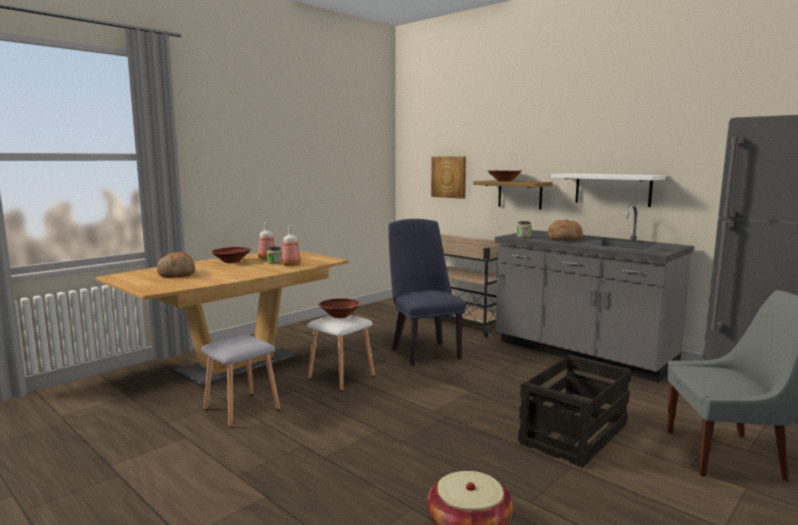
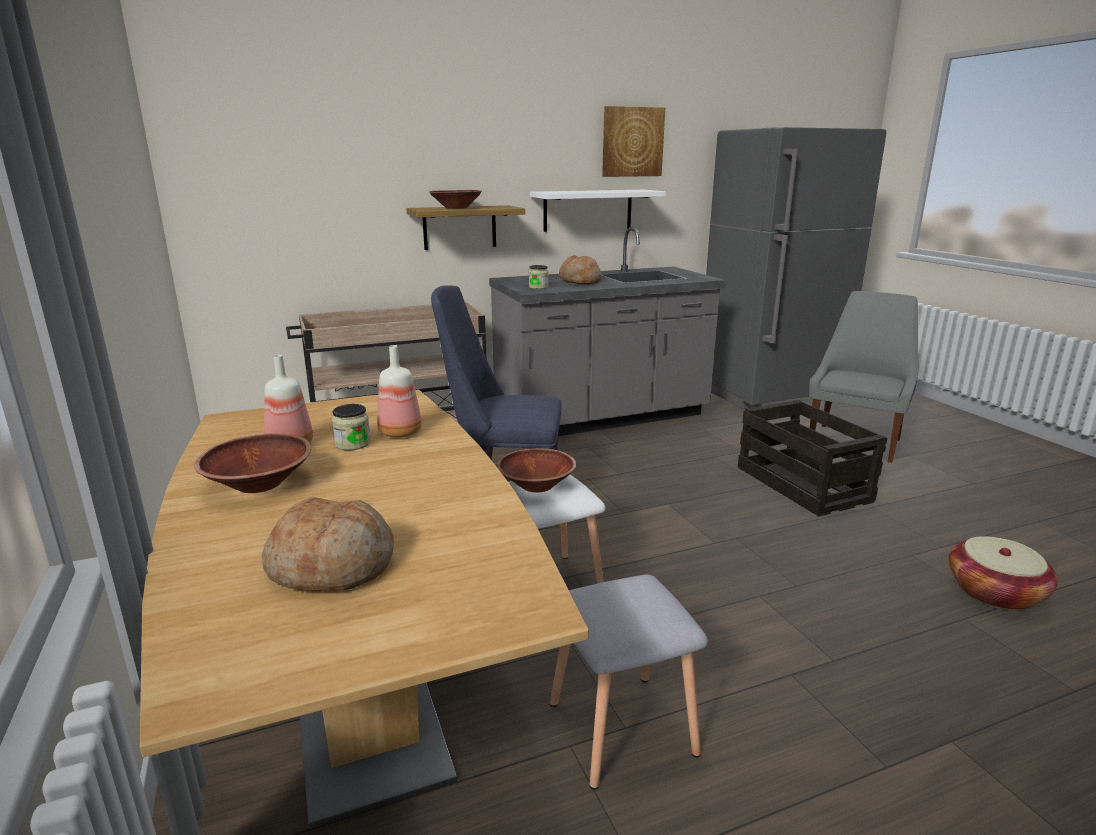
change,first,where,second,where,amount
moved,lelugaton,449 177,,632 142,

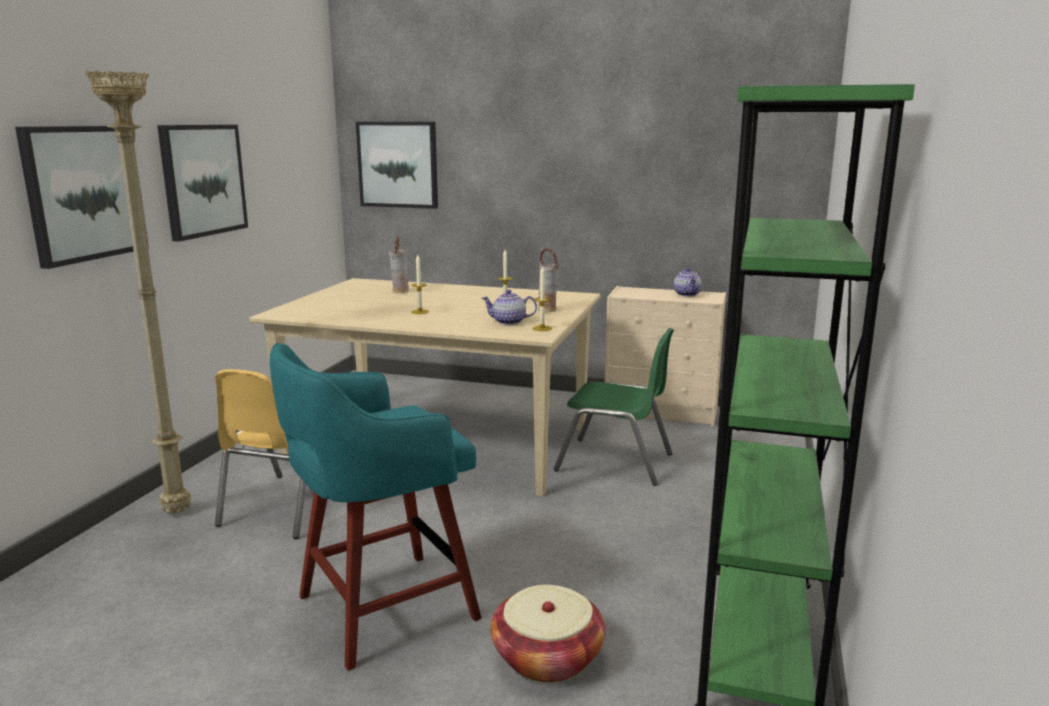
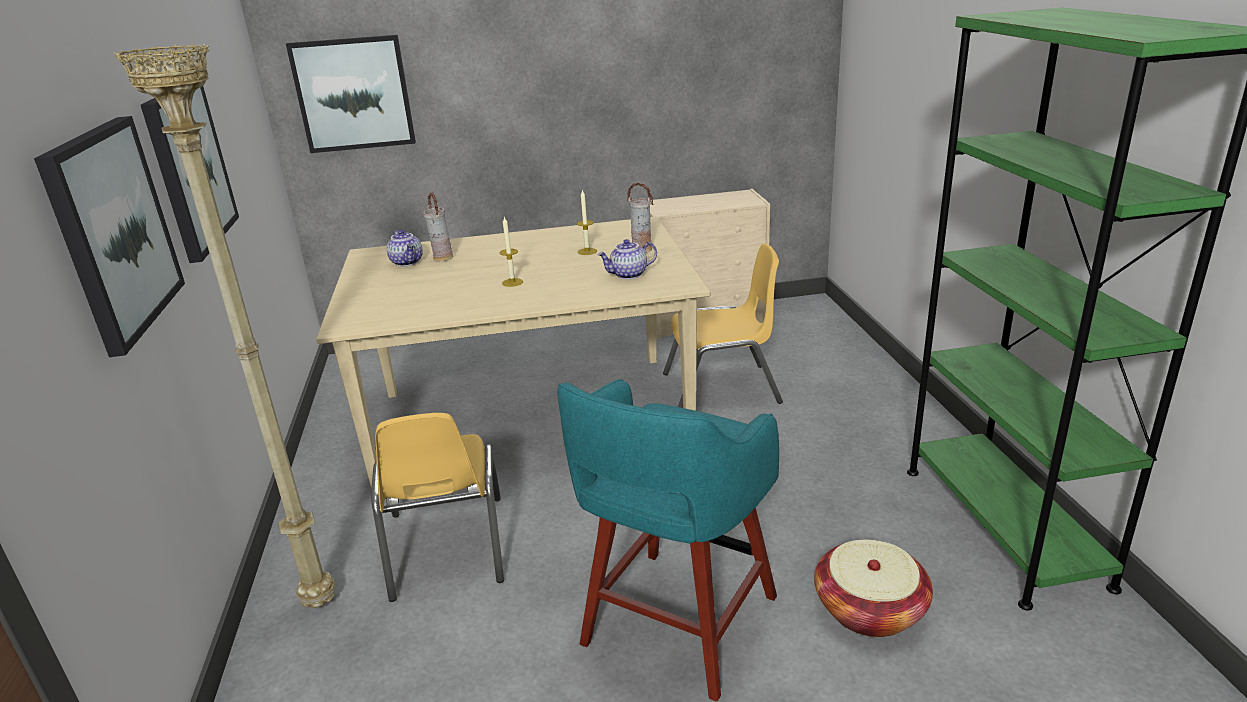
change,first,where,second,where,amount
removed,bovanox,542 328,,,
recoloured,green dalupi,615 462,yellow dalupi,721 389,
moved,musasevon,687 294,,408 262,

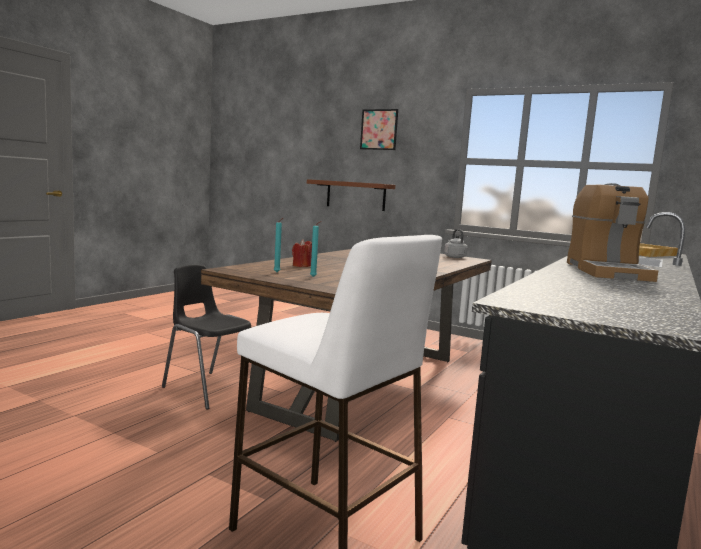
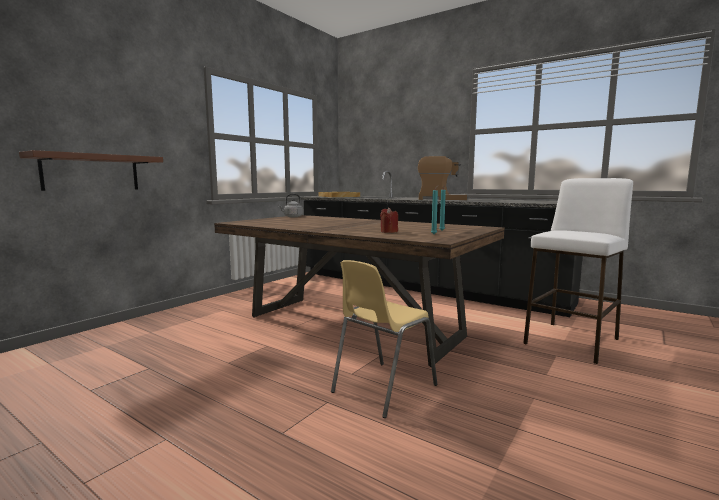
change,first,where,second,where,amount
recoloured,black dalupi,209 389,yellow dalupi,382 388,
removed,lelugaton,379 129,,,

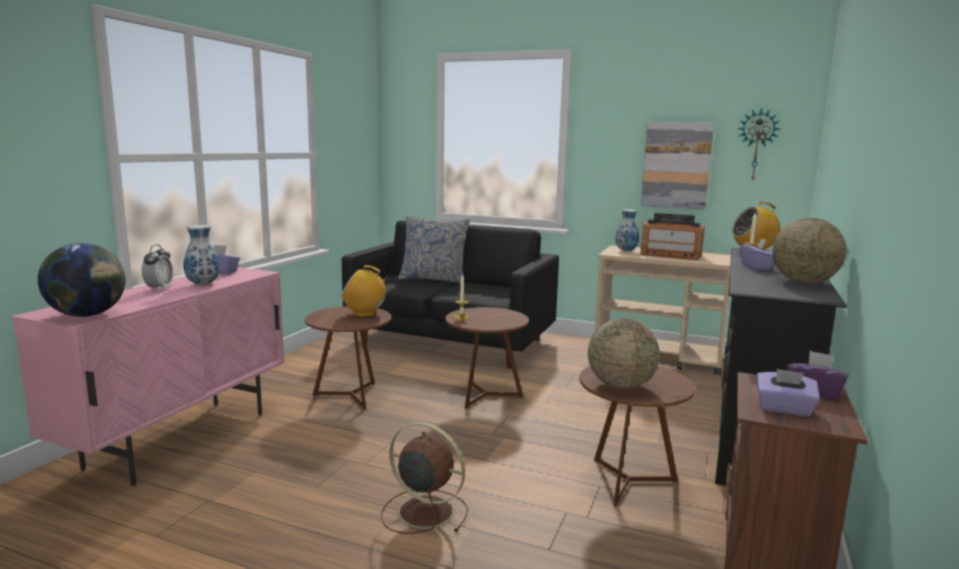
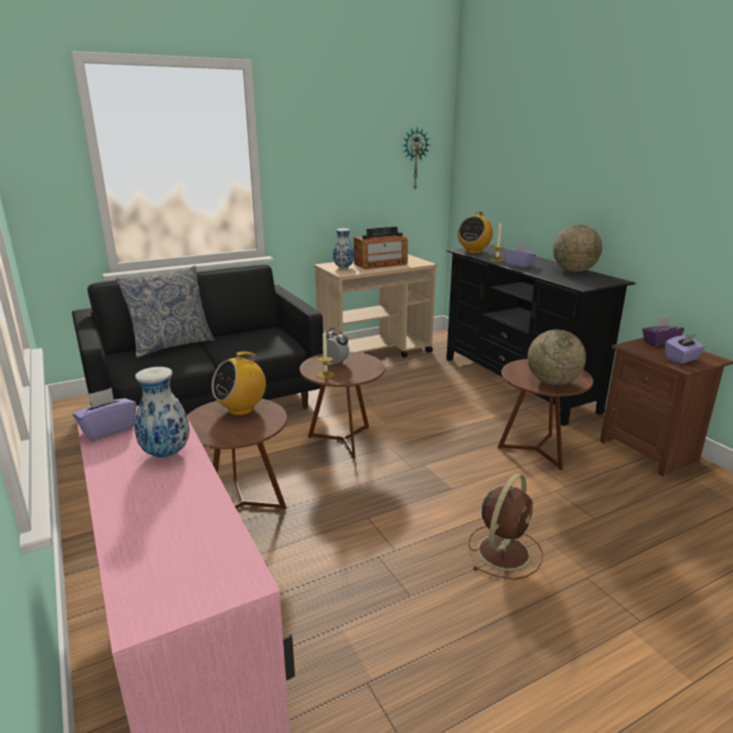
change,first,where,second,where,amount
removed,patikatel,88 315,,,
moved,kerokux,159 288,,336 363,
turned,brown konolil,423 511,,504 551,150 degrees clockwise
removed,lelugaton,676 165,,,

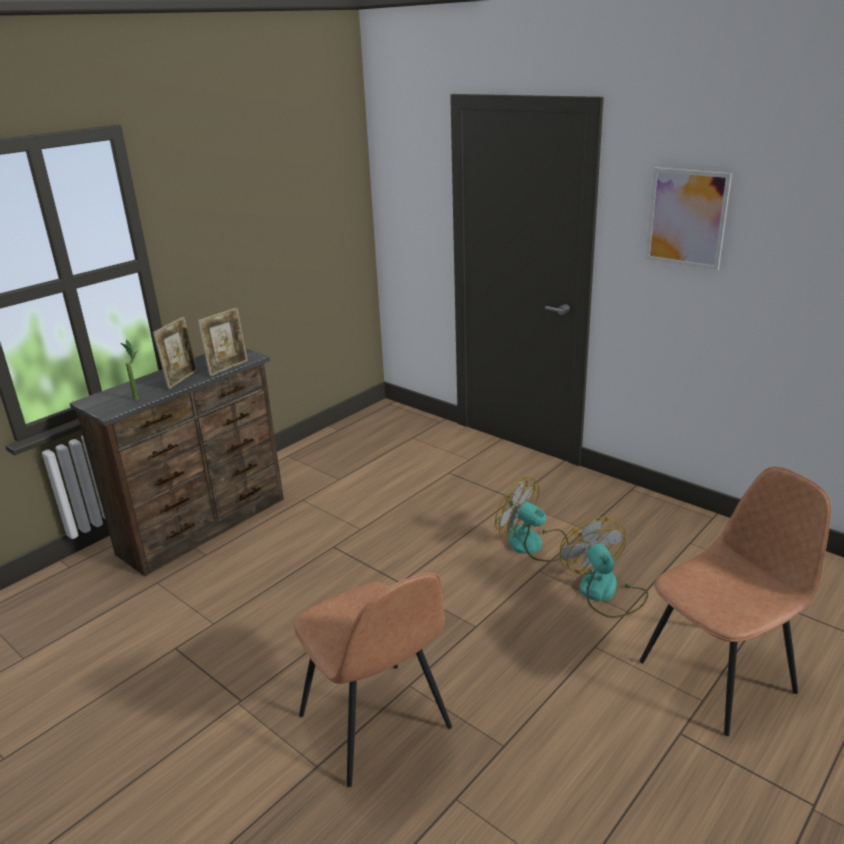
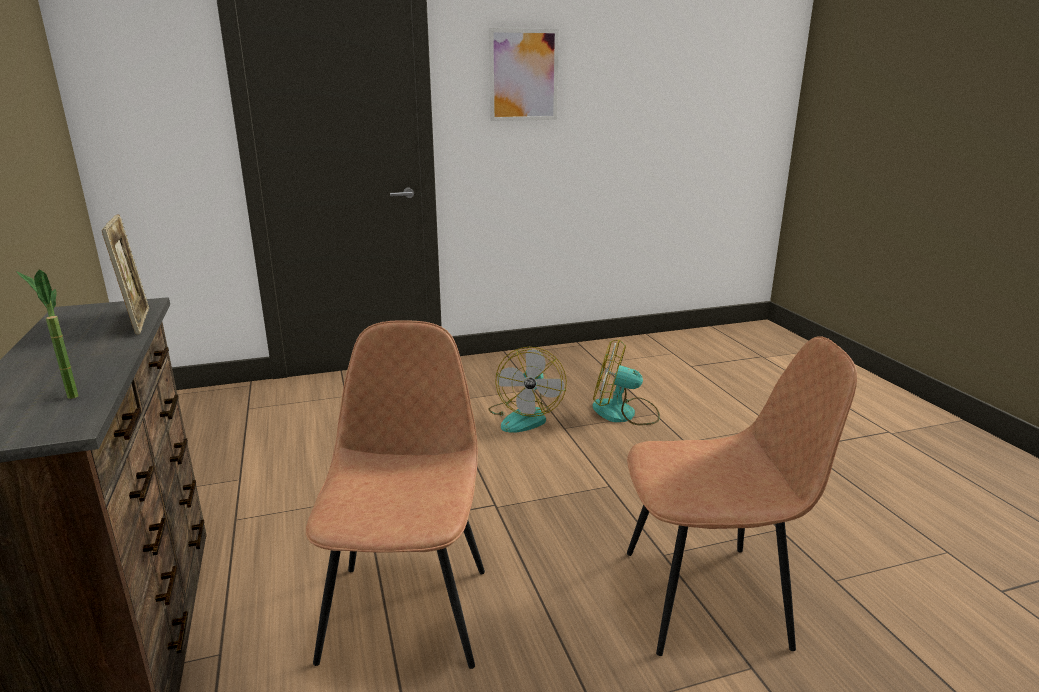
change,first,where,second,where,amount
removed,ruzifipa,181 379,,,
turned,konolil,533 545,,525 417,60 degrees counterclockwise
moved,brown dalupi,719 675,,407 610,

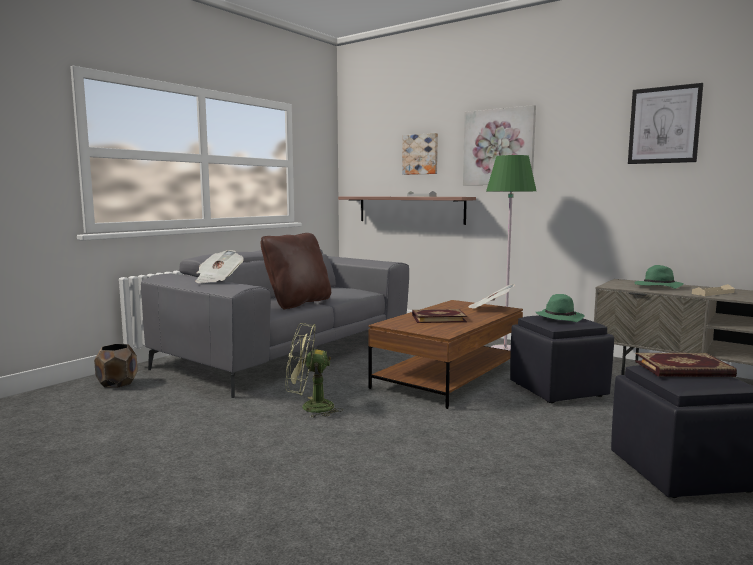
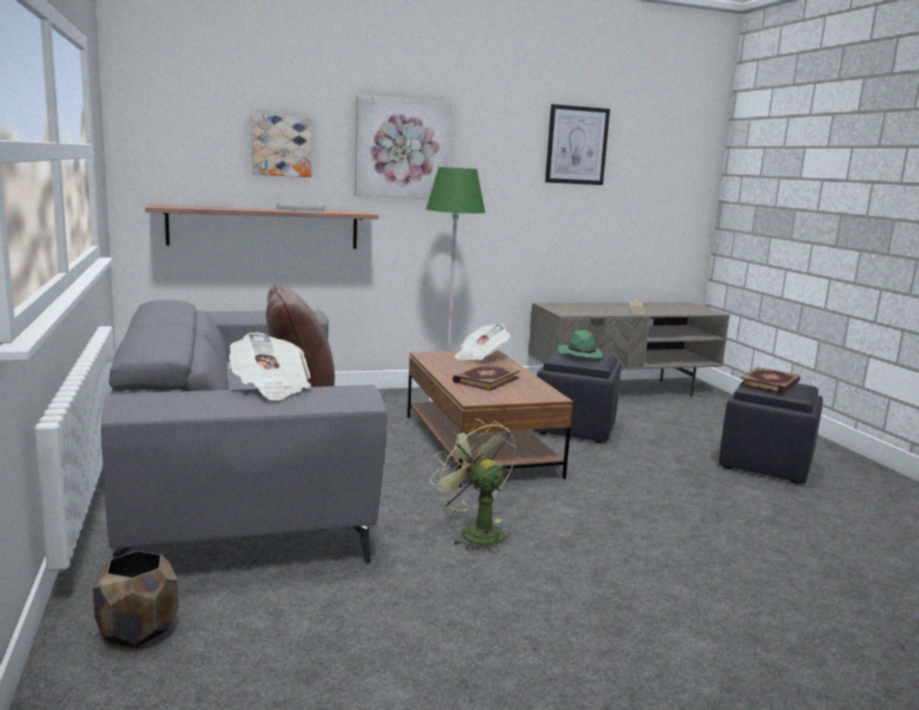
change,first,where,second,where,amount
turned,green konolil,310 408,,474 532,105 degrees clockwise
removed,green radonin,657 287,,,

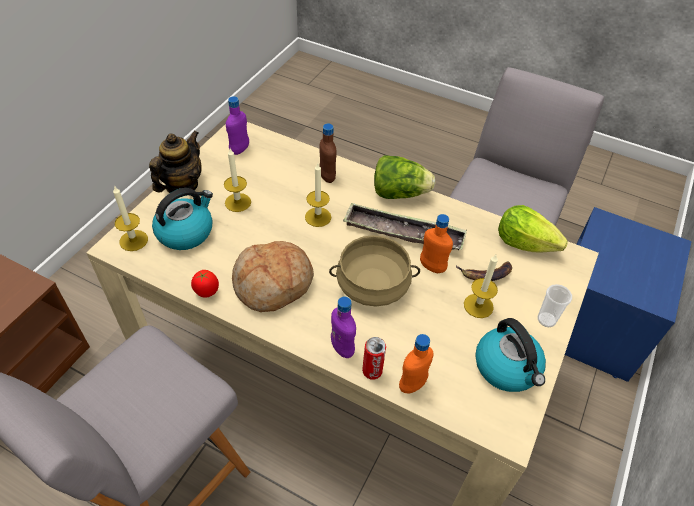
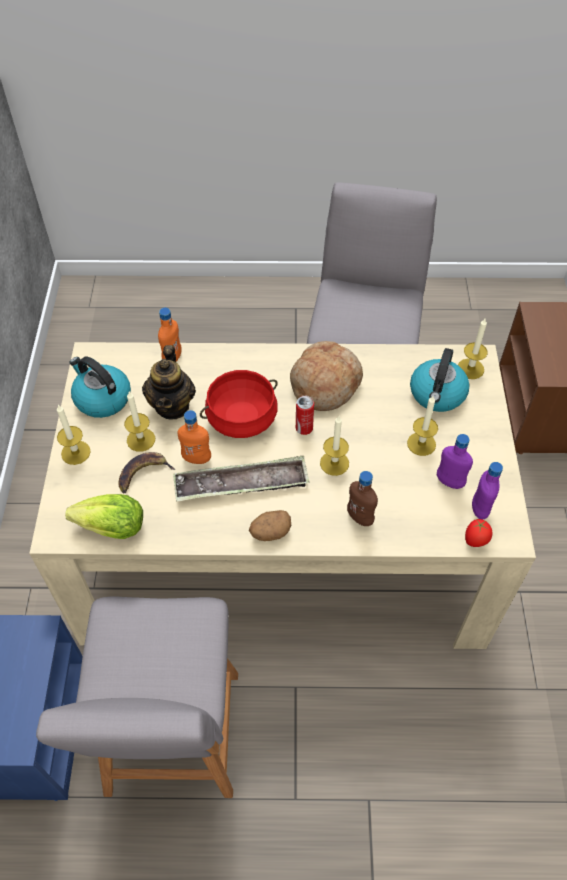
change,first,where,second,where,amount
moved,musasevon,181 185,,172 405,
moved,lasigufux,206 292,,475 541,
recoloured,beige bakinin,372 286,red bakinin,242 417,
moved,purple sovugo,342 348,,449 482,
moved,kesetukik,372 371,,304 428,
replaced,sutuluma,399 193,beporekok,270 532,
replaced,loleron,546 320,bovanox,75 452,

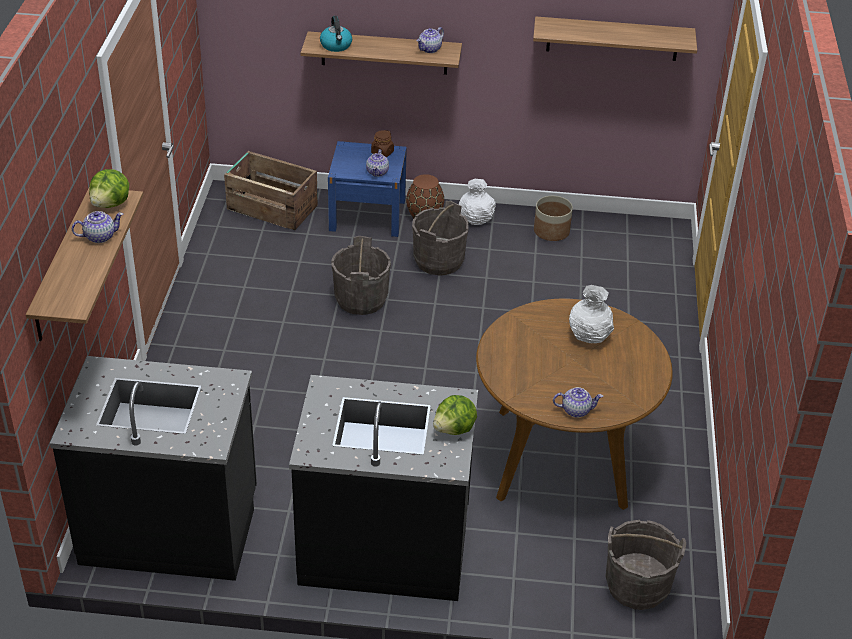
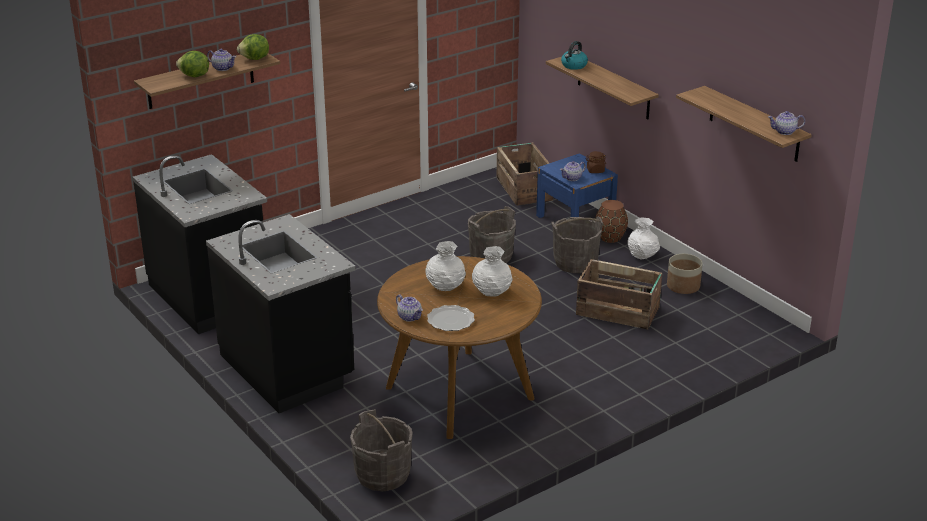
change,first,where,second,where,amount
moved,musasevon,430 49,,784 132,
moved,sutuluma,455 429,,194 76,
added,,,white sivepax,445 287,
added,,,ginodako,450 320,
added,,,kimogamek,618 312,

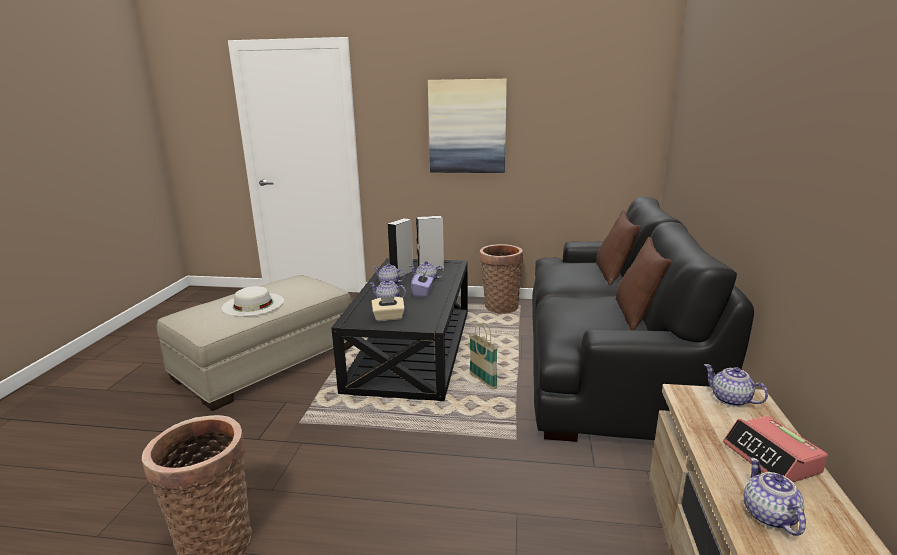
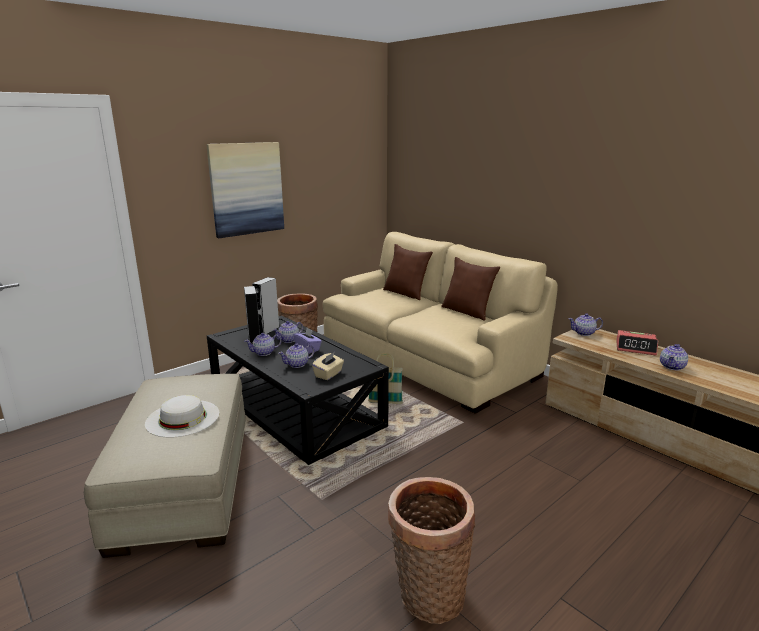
change,first,where,second,where,amount
recoloured,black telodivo,605 362,beige telodivo,426 358,
turned,musasevon,769 516,,672 366,90 degrees counterclockwise

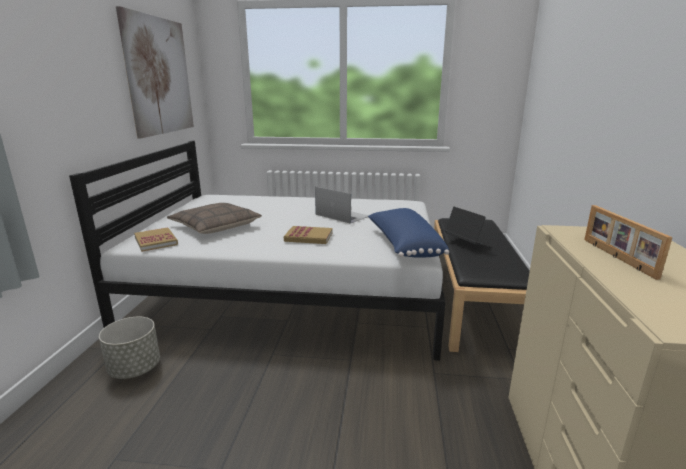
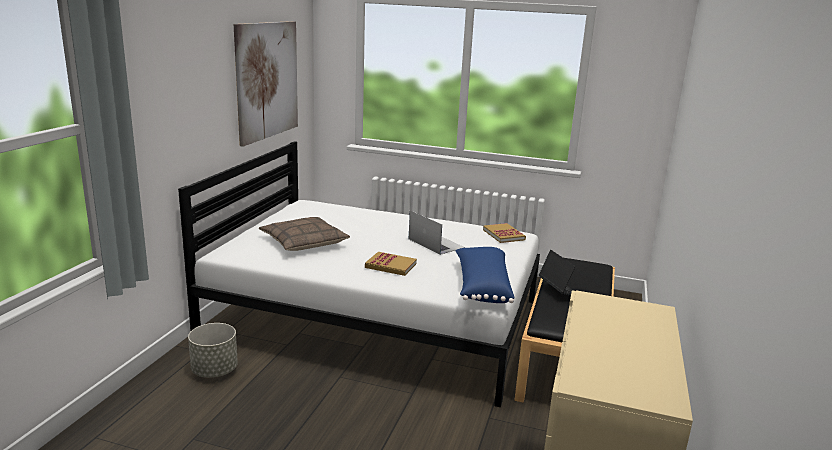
change,first,where,second,where,amount
moved,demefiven,156 241,,503 235,
removed,ruzifipa,616 257,,,

